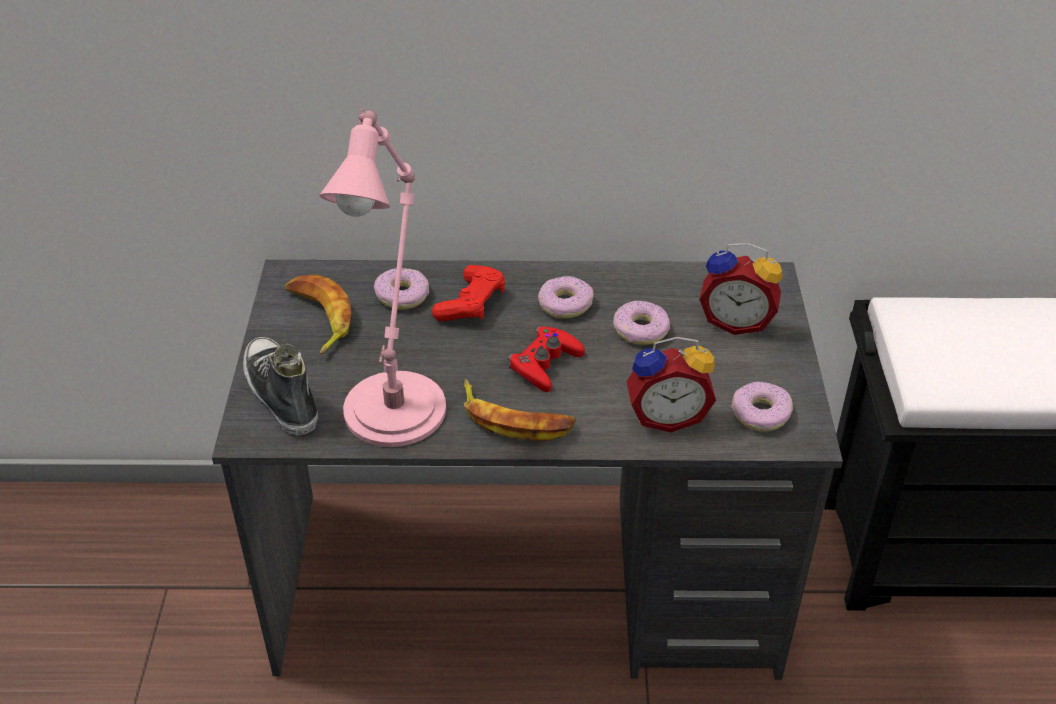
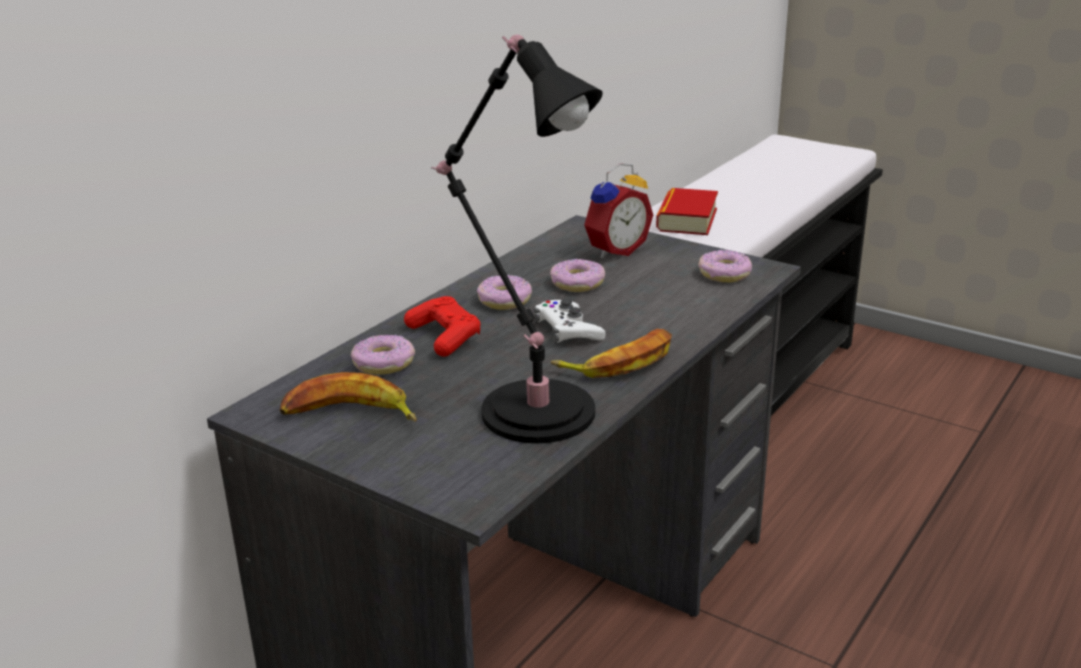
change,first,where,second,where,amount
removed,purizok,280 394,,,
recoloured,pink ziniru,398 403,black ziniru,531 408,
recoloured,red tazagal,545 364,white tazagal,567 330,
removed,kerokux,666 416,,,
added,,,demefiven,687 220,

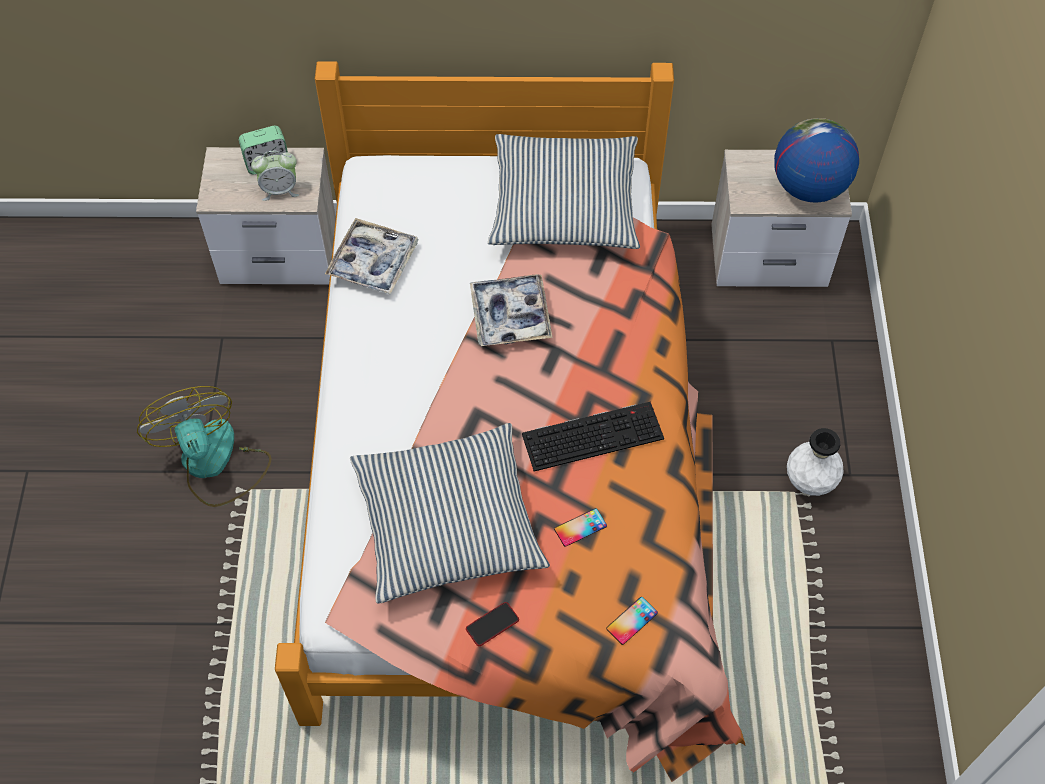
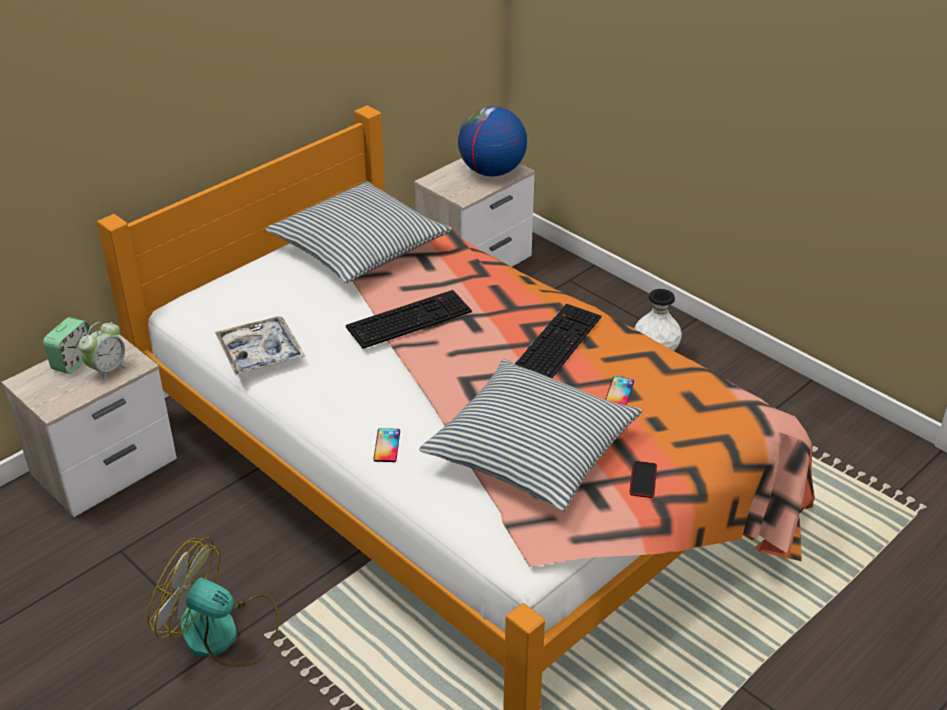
change,first,where,second,where,amount
replaced,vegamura,510 316,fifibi,409 318,
moved,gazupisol,632 620,,387 445,

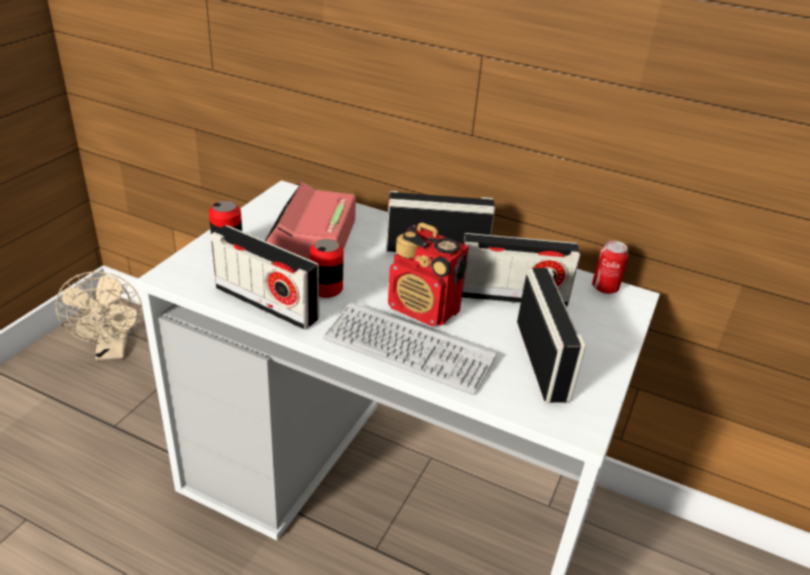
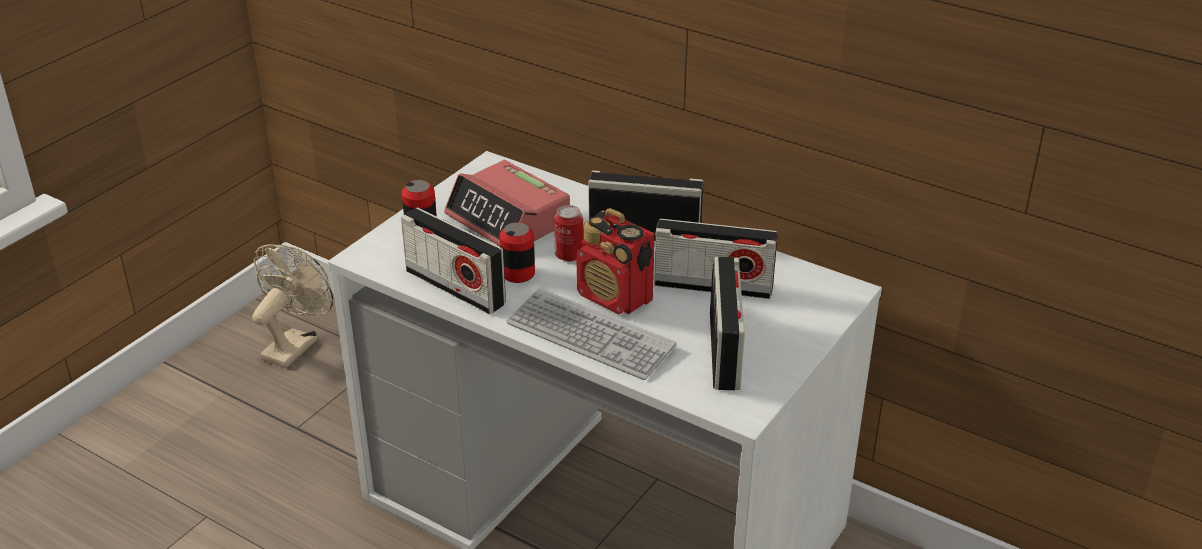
change,first,where,second,where,amount
turned,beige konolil,112 350,,295 344,150 degrees counterclockwise
turned,kerokux,310 238,,508 219,60 degrees counterclockwise
moved,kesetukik,604 288,,569 255,

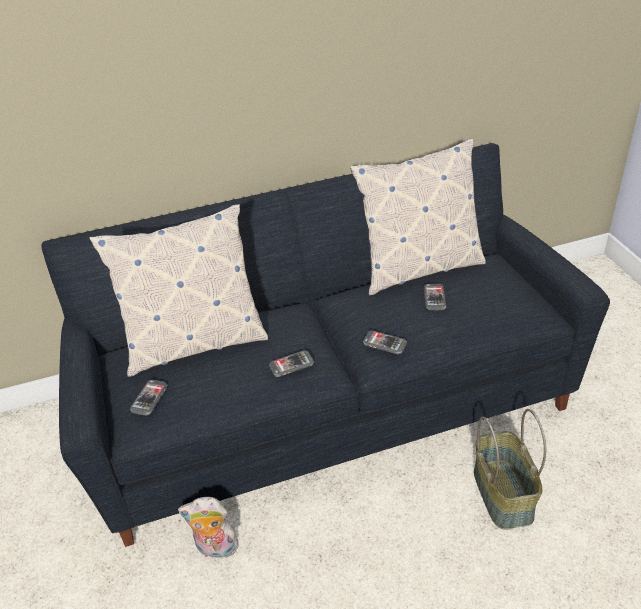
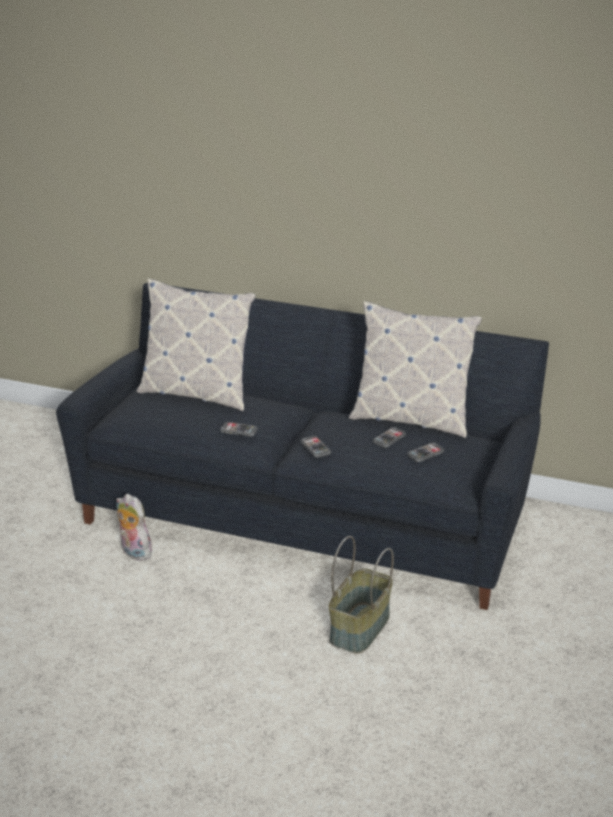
change,first,where,second,where,amount
moved,gazupisol,149 398,,425 453,

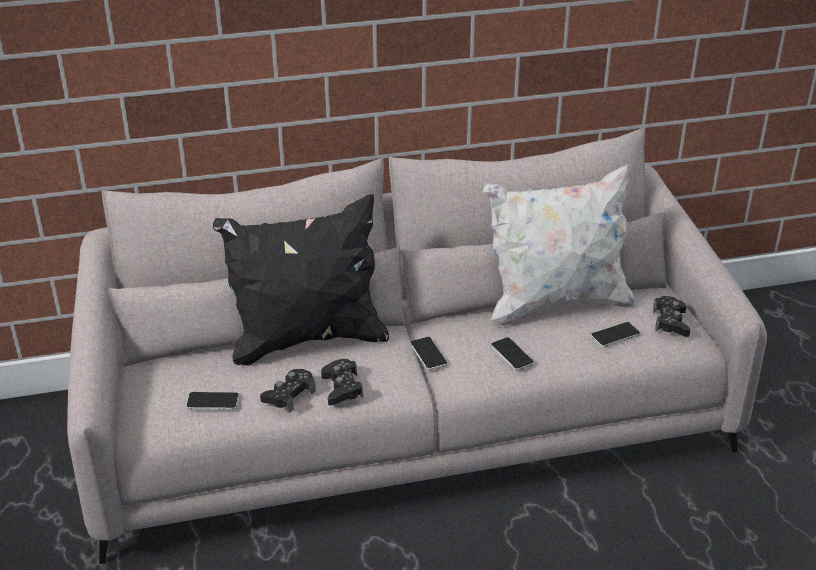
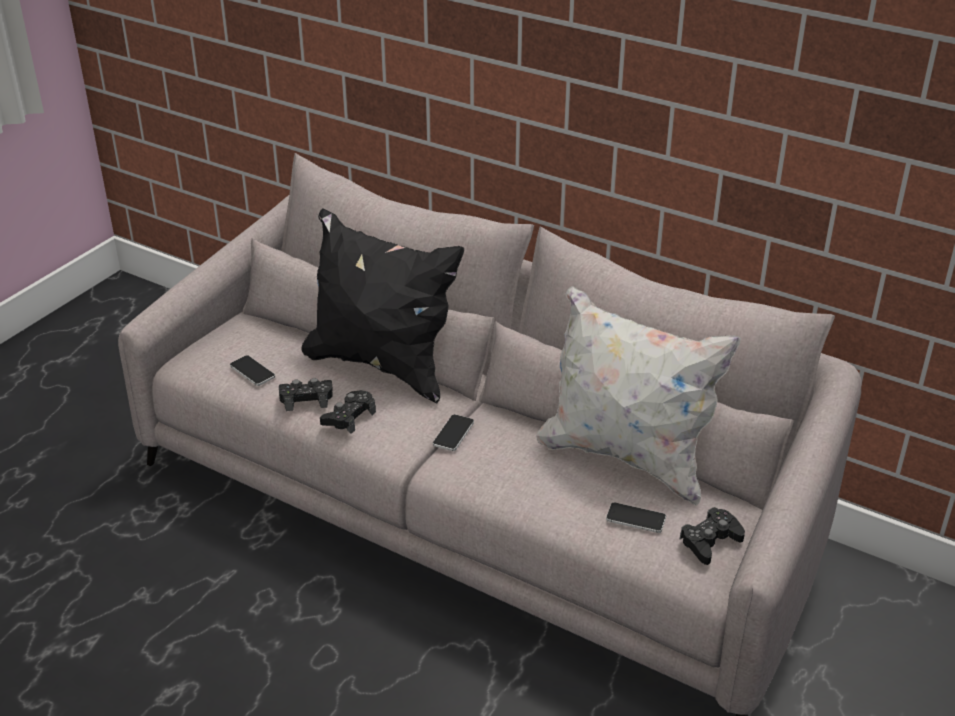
change,first,where,second,where,amount
removed,gazupisol,512 354,,,

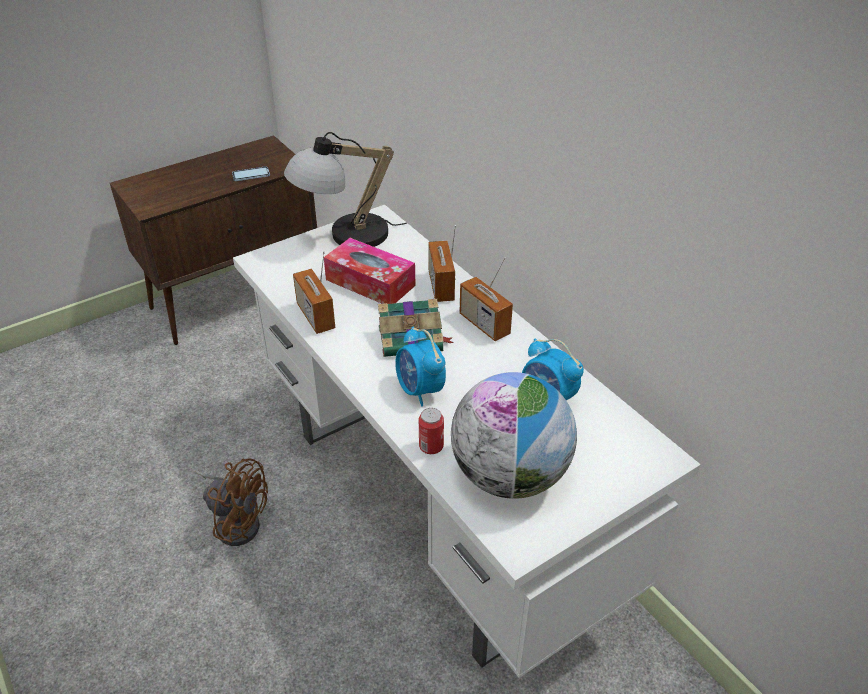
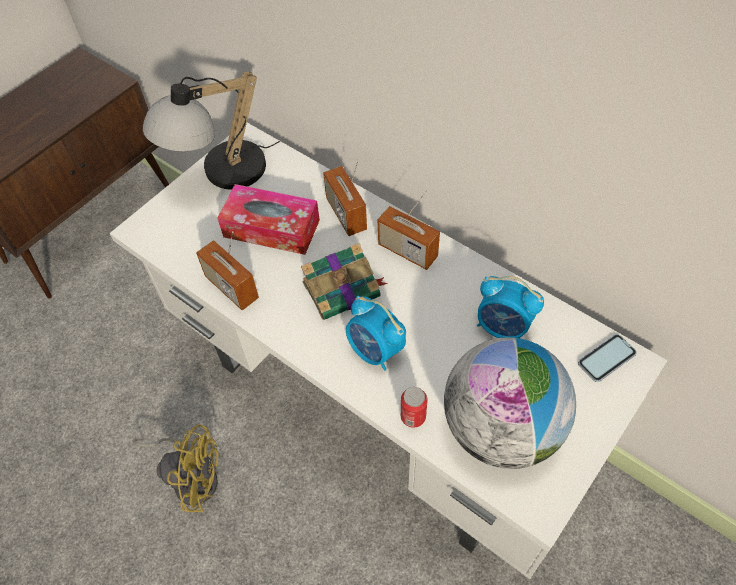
change,first,where,second,where,amount
recoloured,brown konolil,236 521,yellow konolil,192 476,
moved,gazupisol,251 175,,606 359,

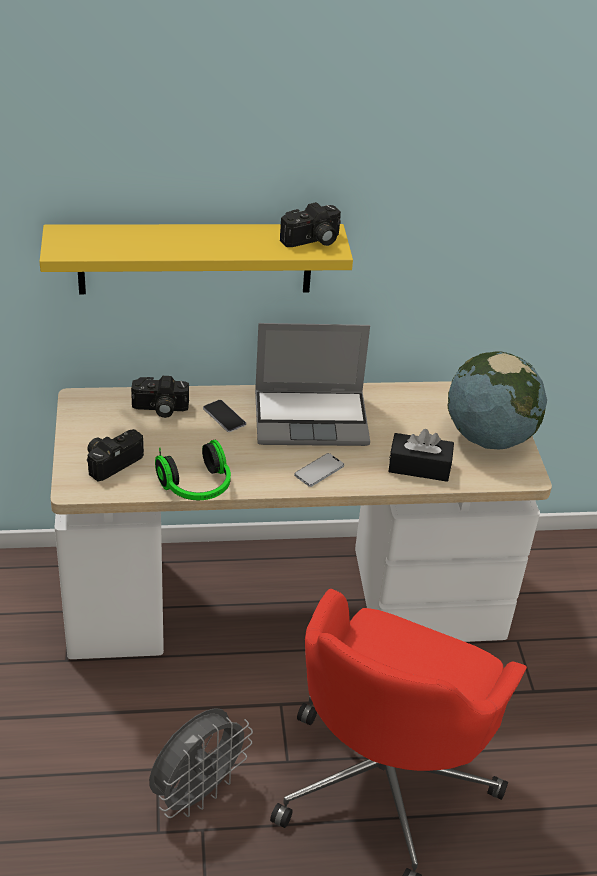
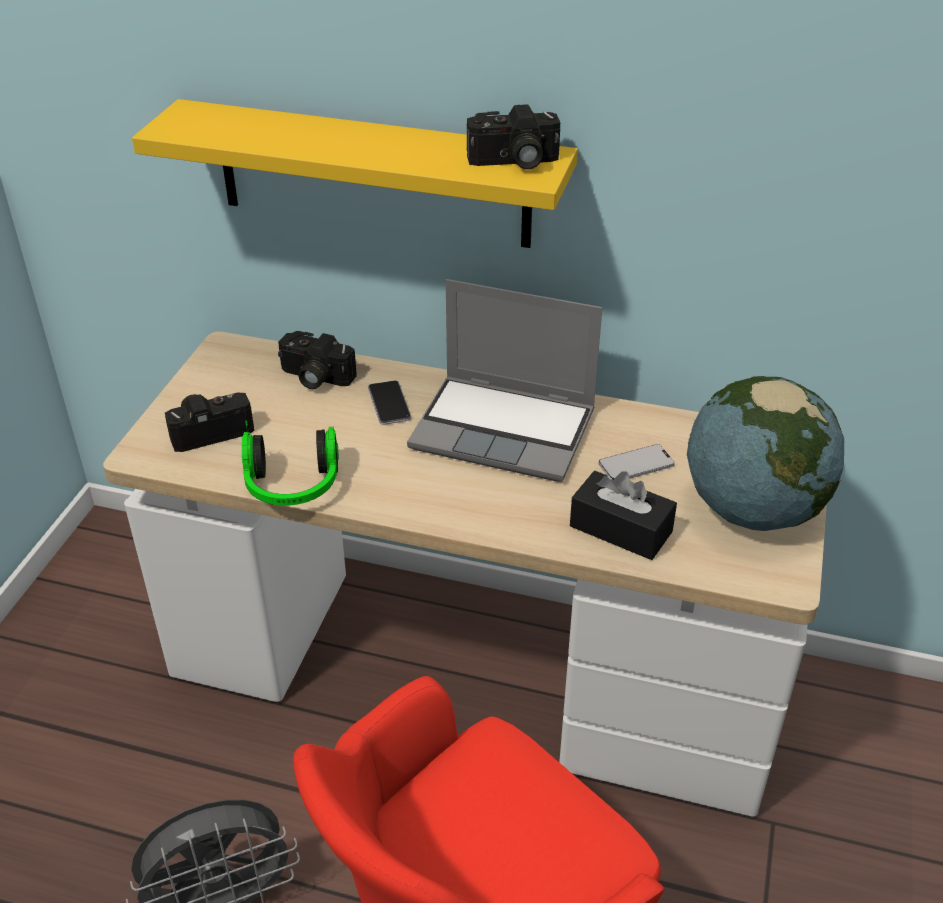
change,first,where,second,where,amount
moved,gazupisol,319 471,,636 465,

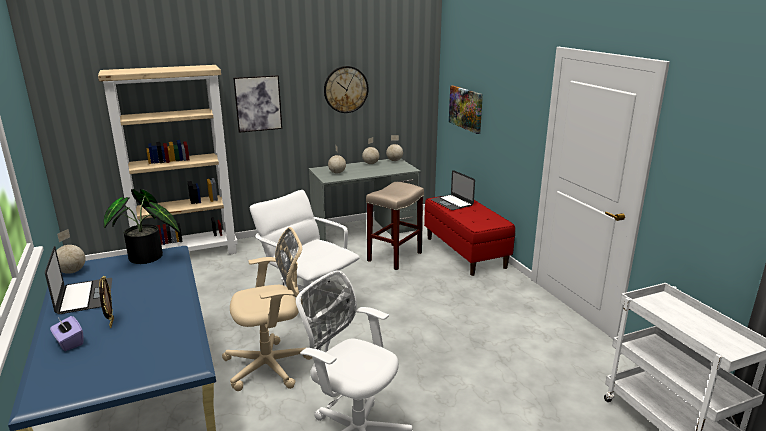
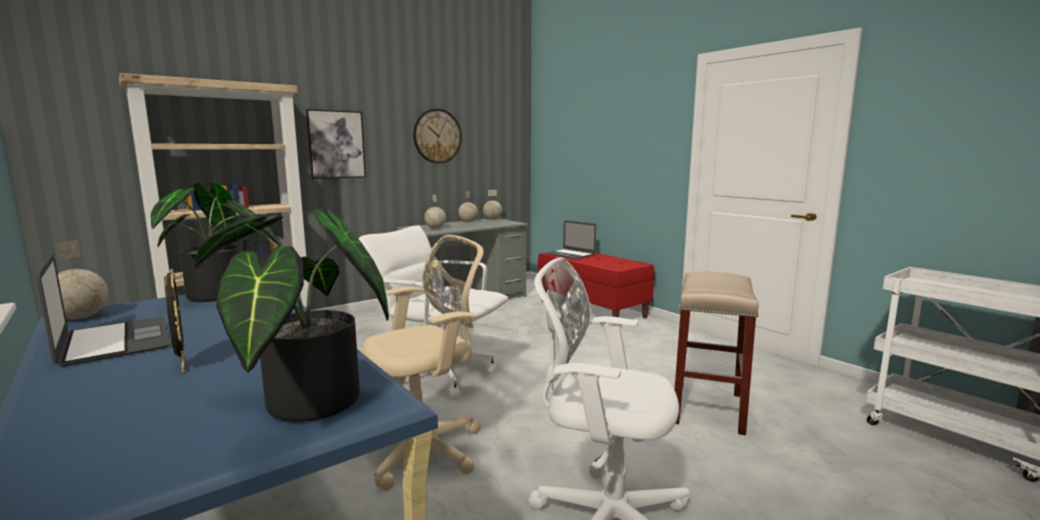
change,first,where,second,where,amount
removed,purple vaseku,69 342,,,
moved,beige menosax,394 257,,708 409,
removed,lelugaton,466 108,,,
added,,,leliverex,304 406,

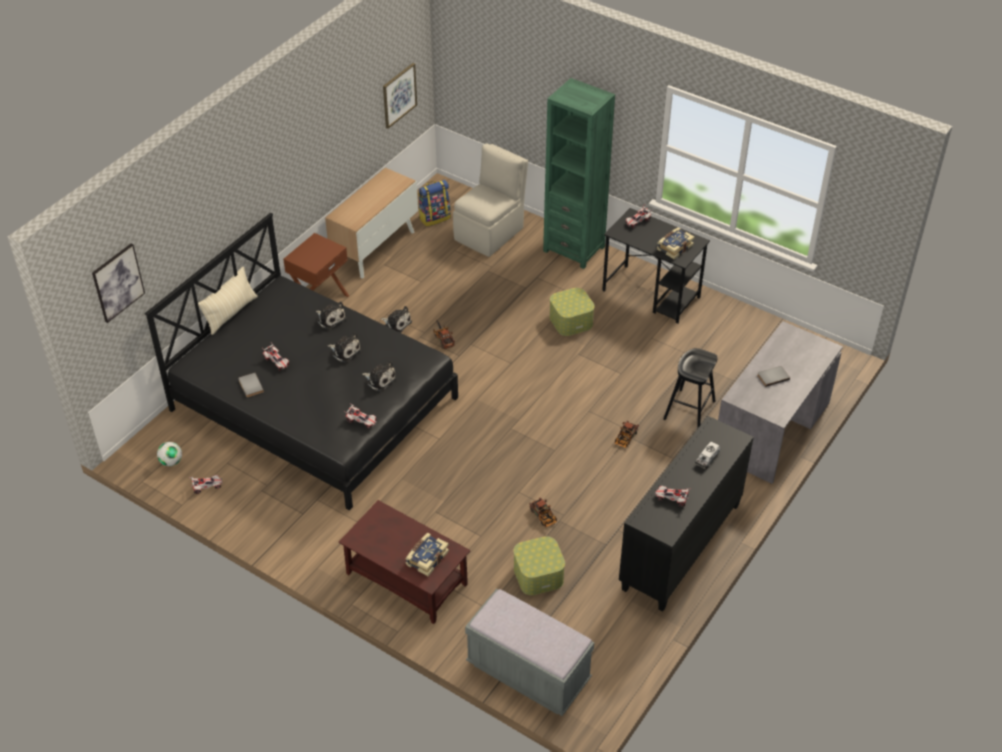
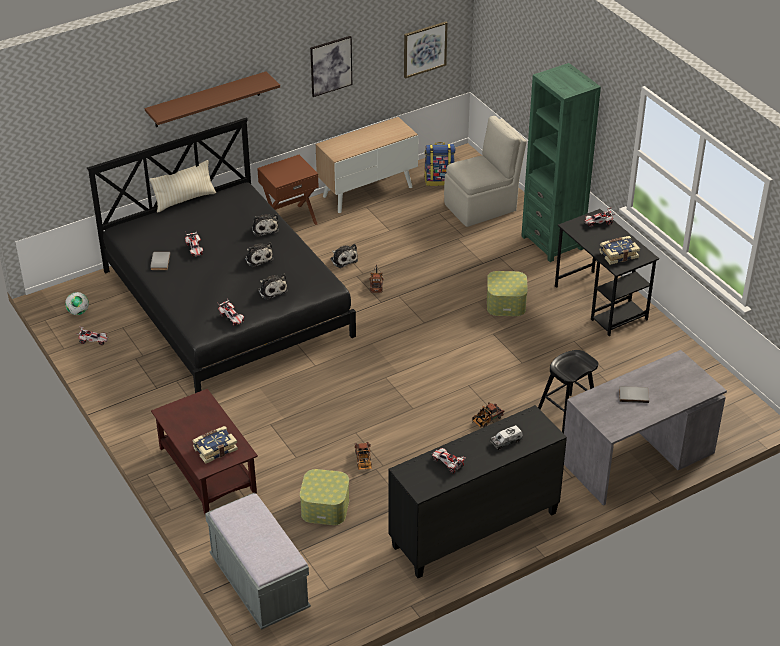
change,first,where,second,where,amount
moved,lelugaton,118 282,,331 66,
added,,,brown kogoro,207 100,

